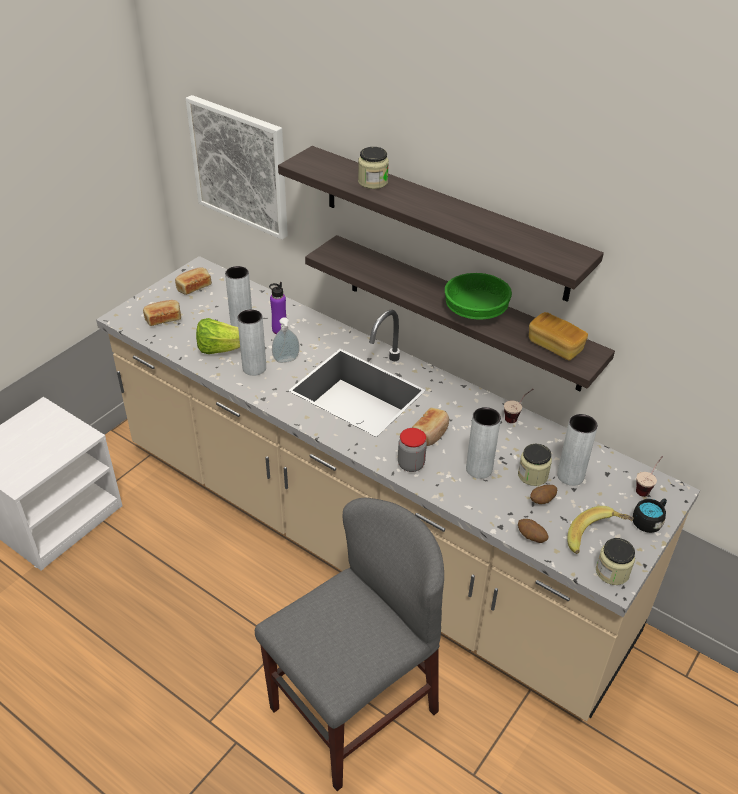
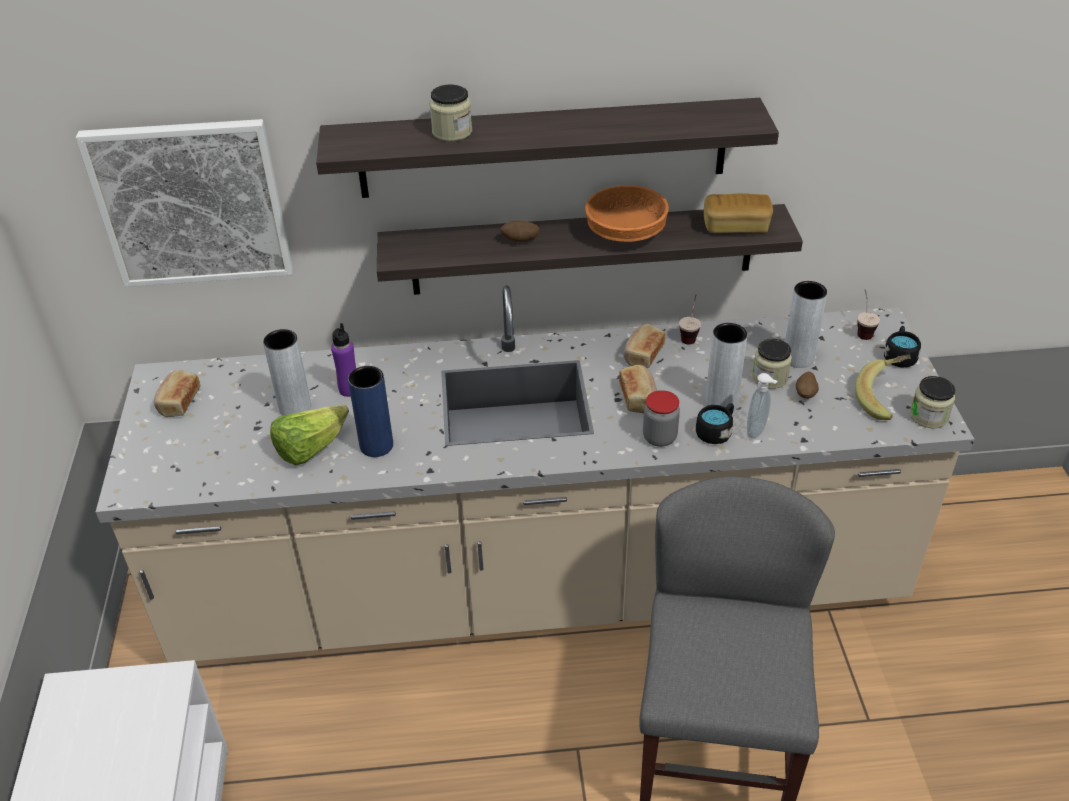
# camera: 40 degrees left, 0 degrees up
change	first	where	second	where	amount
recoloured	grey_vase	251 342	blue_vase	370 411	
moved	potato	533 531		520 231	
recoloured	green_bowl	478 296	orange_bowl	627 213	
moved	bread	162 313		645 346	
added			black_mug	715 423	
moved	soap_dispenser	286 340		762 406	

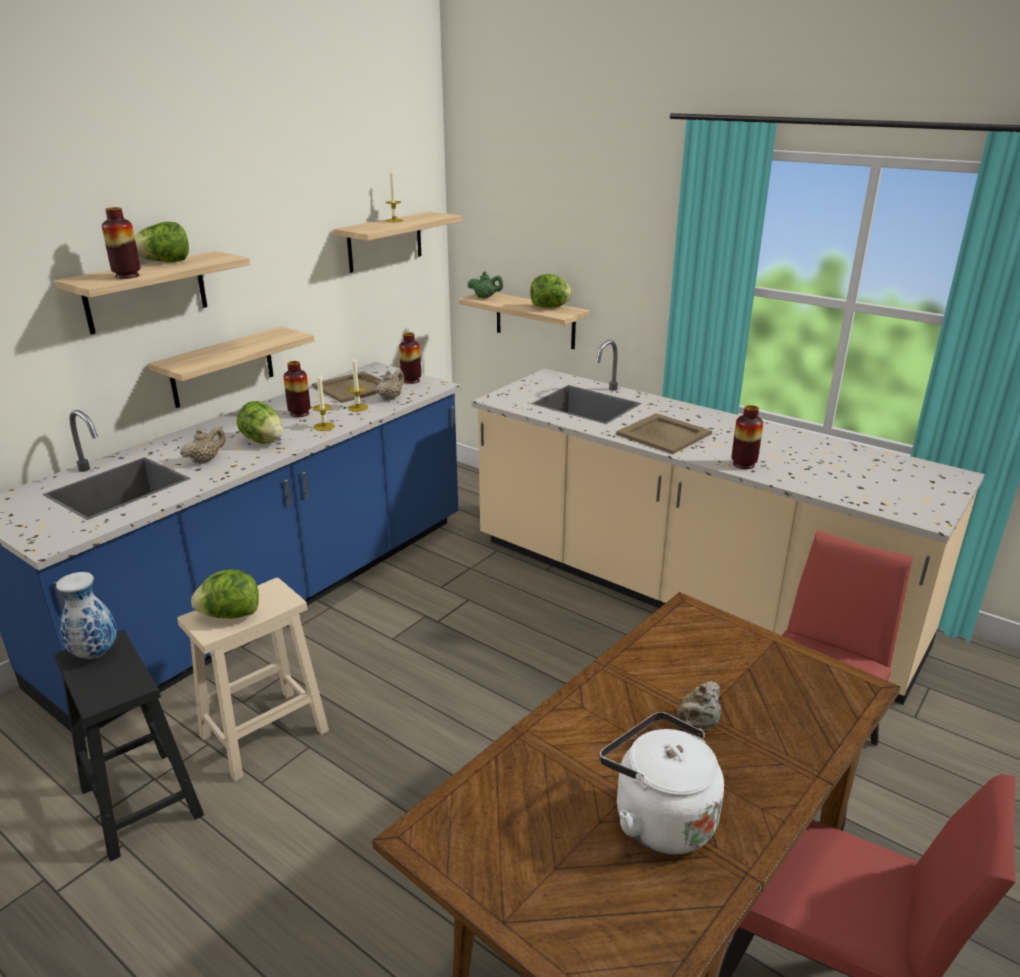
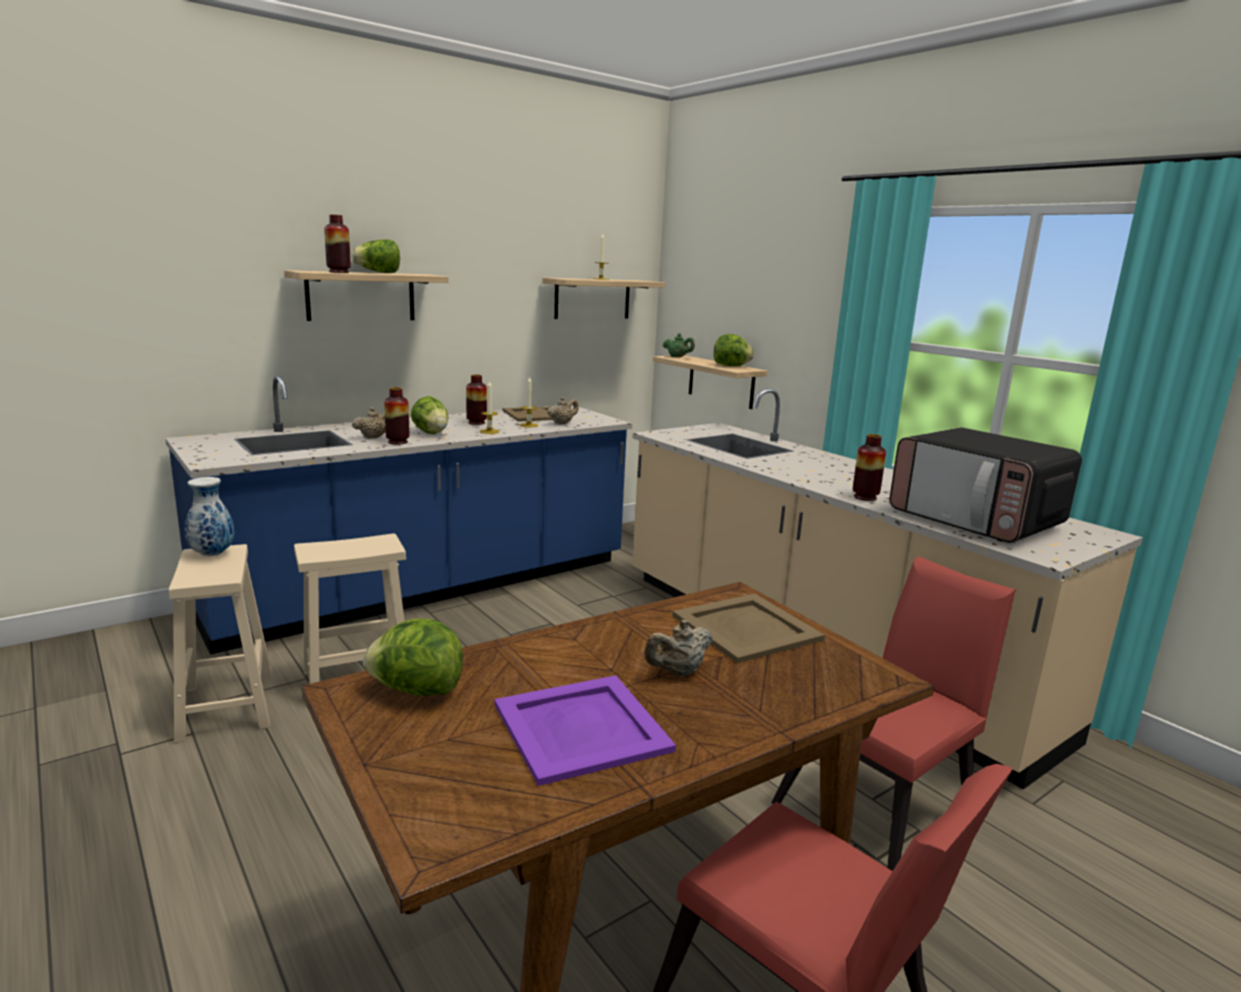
# camera: 15 degrees right, 10 degrees down
change	first	where	second	where	amount
recoloured	black_stool	129 746	beige_stool	220 643	
moved	lettuce	225 594		413 657	
moved	vase	410 358		396 415	
replaced	white_kettle	662 783	purple_tray	585 730	
moved	beige_tray	664 433		749 628	
added			microwave	985 485	
removed	shelf	231 367			

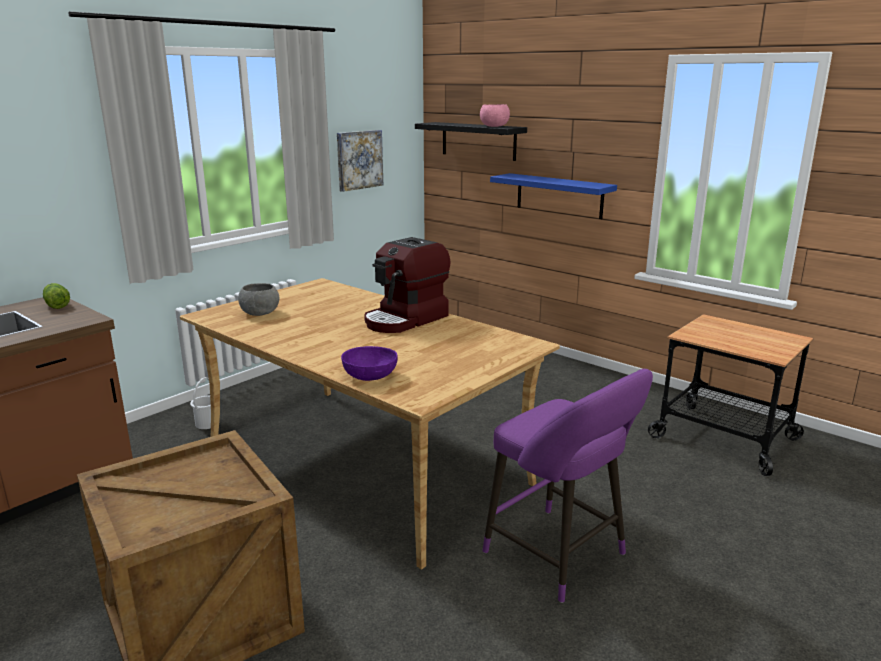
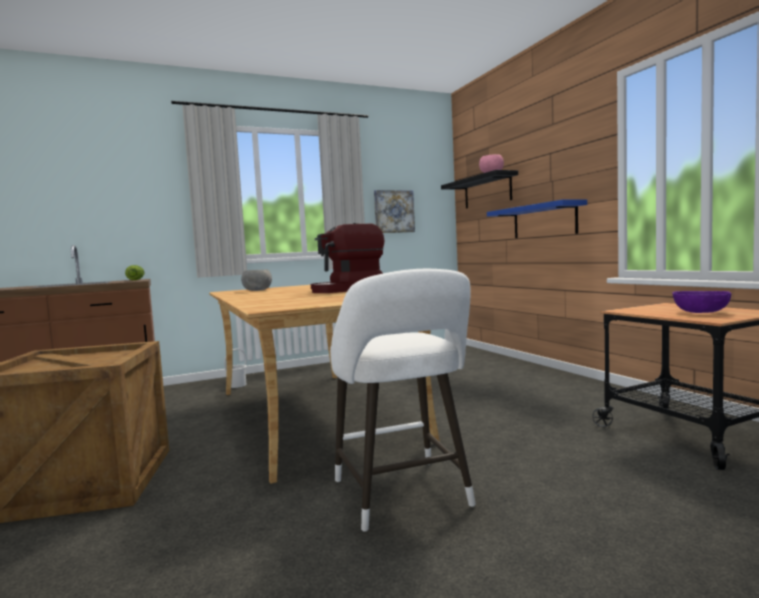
# camera: 25 degrees right, 15 degrees down
change	first	where	second	where	amount
recoloured	purple_stool	568 486	white_stool	403 400	
moved	purple_bowl	369 363		702 302	

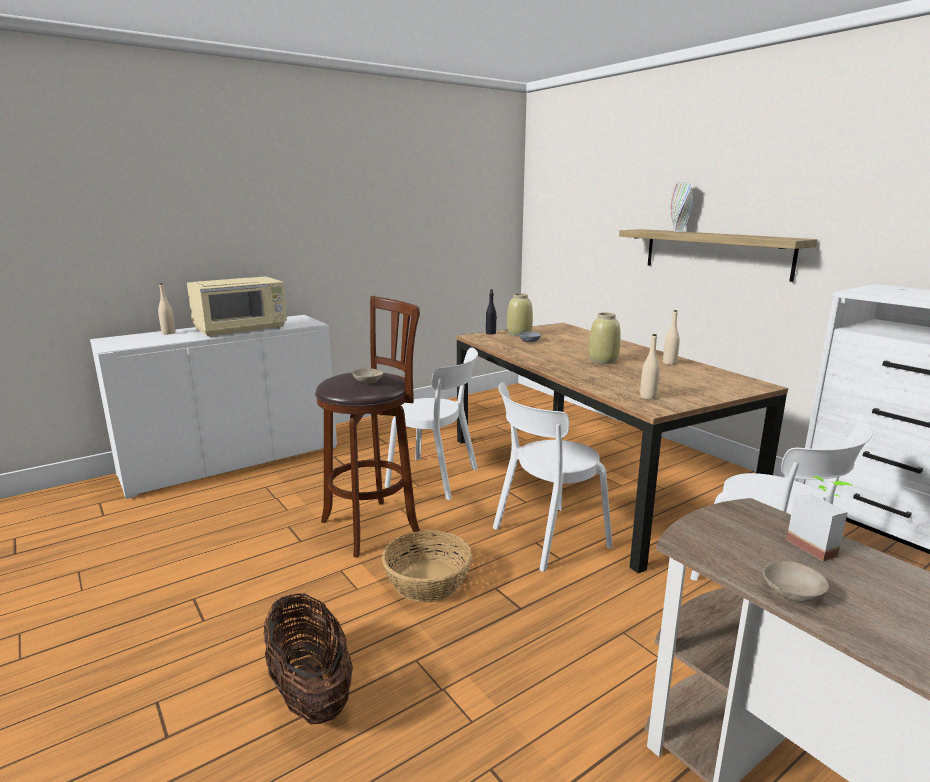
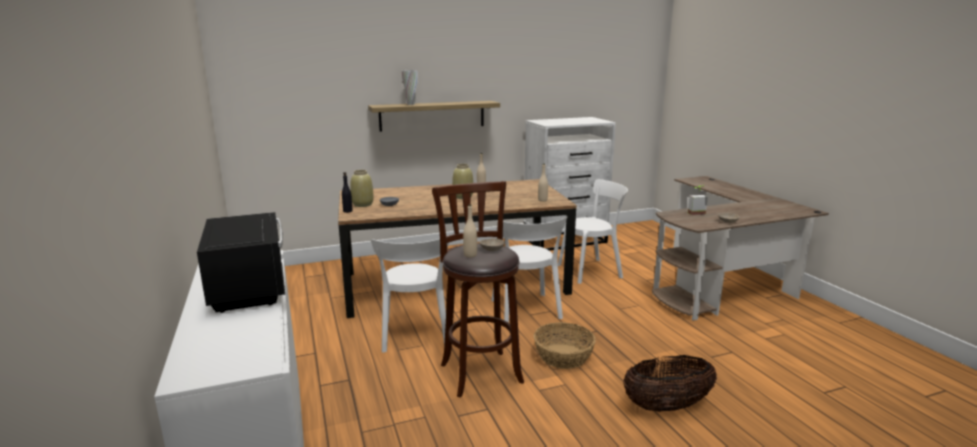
# camera: 75 degrees left, 0 degrees up
change	first	where	second	where	amount
recoloured	beige_microwave	237 306	black_microwave	241 262	
turned	white_chair	431 424		410 294	135 degrees clockwise
moved	beige_bottle	166 308		470 231	

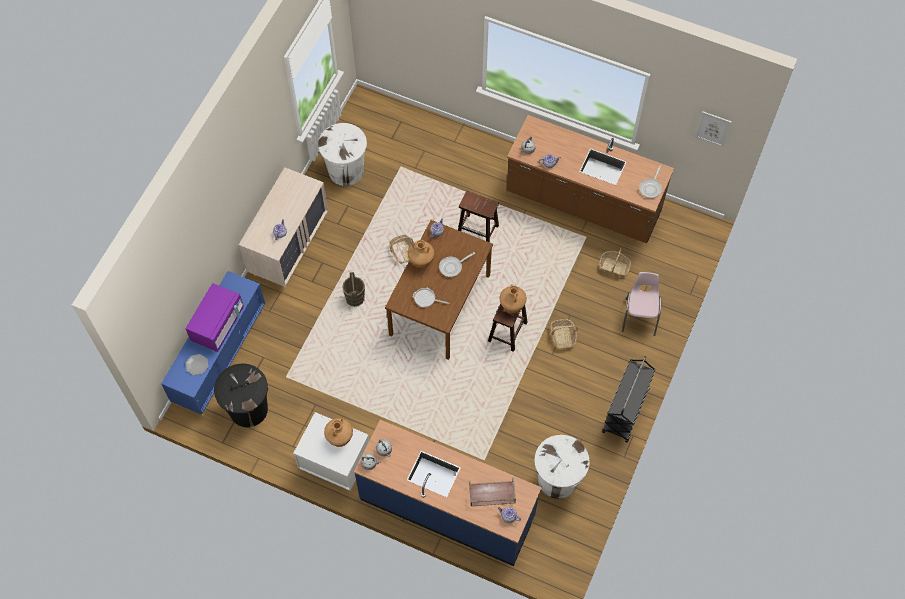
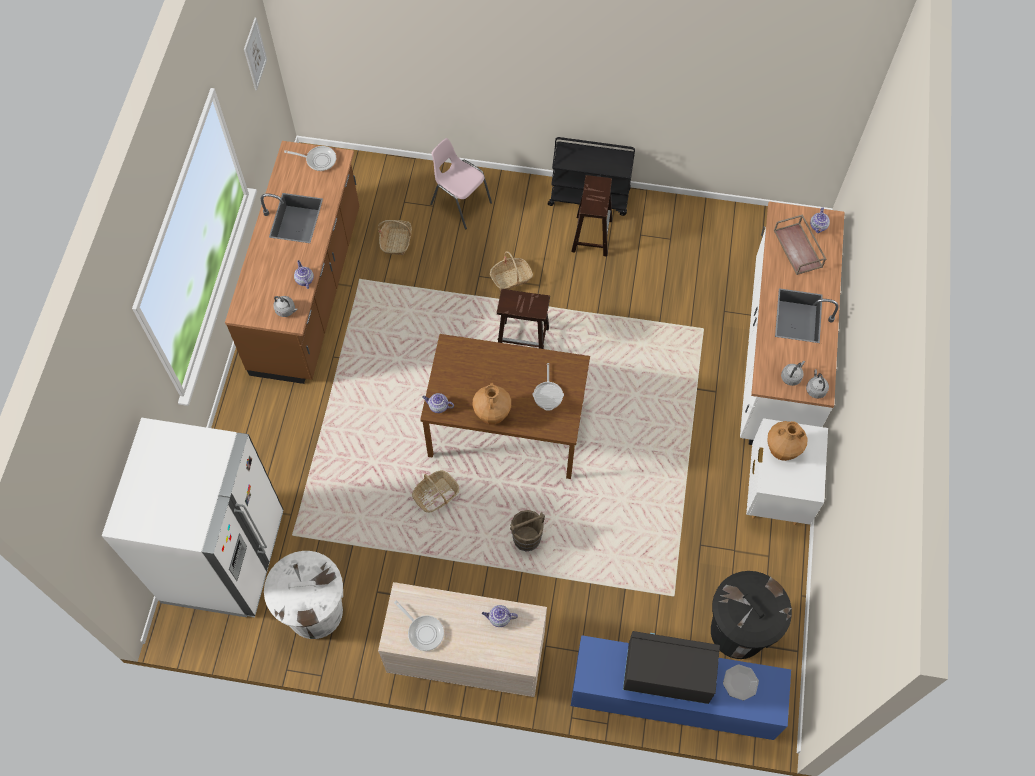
# camera: 105 degrees left, 0 degrees up
change	first	where	second	where	amount
added			white_fridge	193 517	
moved	frying_pan	457 264		419 626	
turned	pink_chair	641 304		461 184	45 degrees clockwise
moved	brown_stool	478 216		591 216	
recoloured	purple_microwave	214 317	black_microwave	671 667	
recoloured	blue_counter	448 493	white_counter	792 323	
removed	brown_vase	513 298			
removed	white_trash_can	562 467			

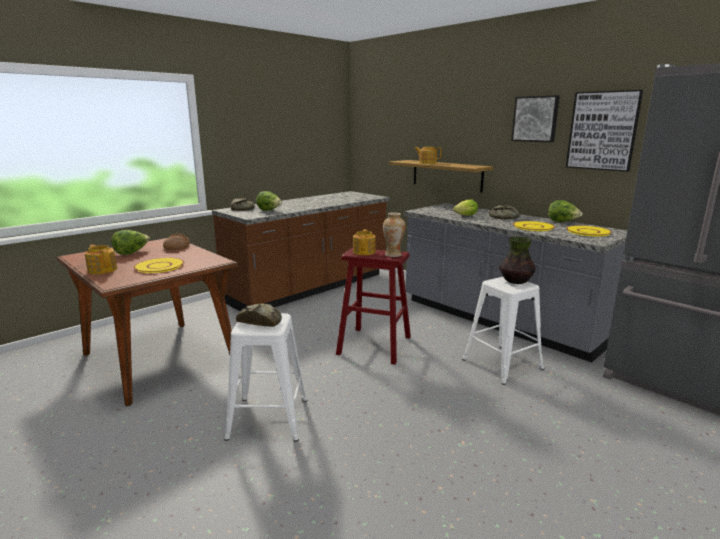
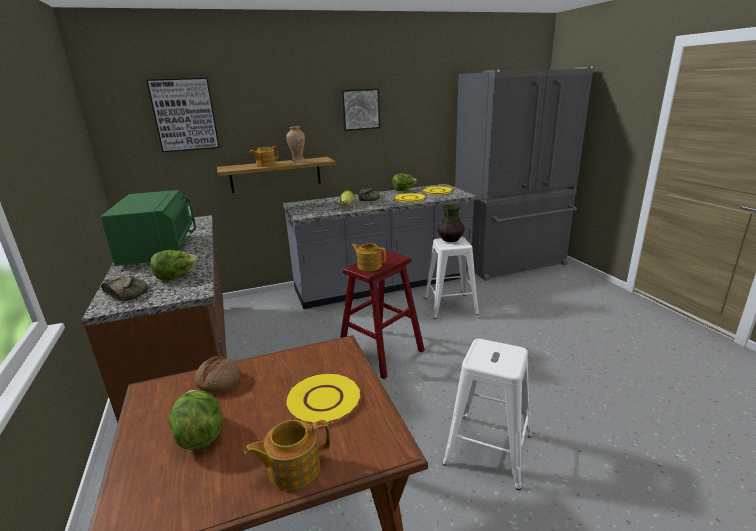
# camera: 65 degrees left, 5 degrees up
change	first	where	second	where	amount
added			green_microwave	148 228	
moved	picture	604 131		182 115	
moved	vase	394 234		295 144	
removed	bread	259 315			

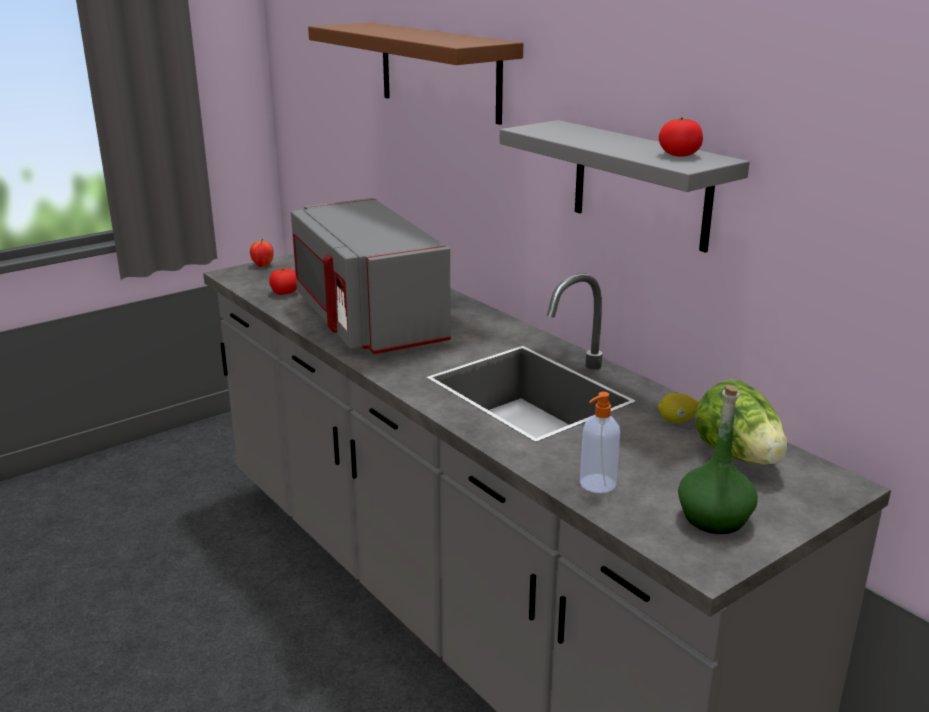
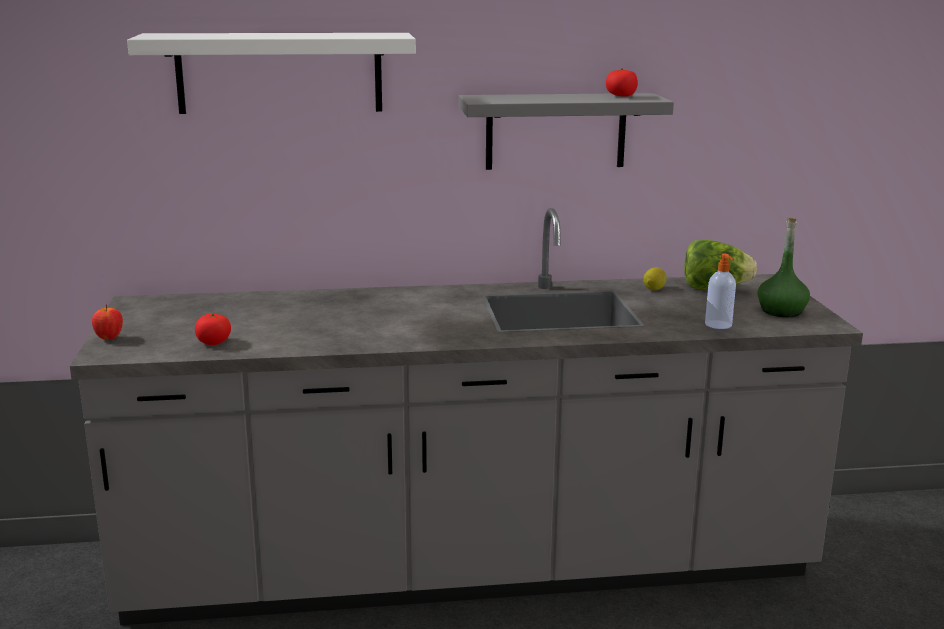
# camera: 60 degrees left, 5 degrees down
change	first	where	second	where	amount
recoloured	brown_shelf	415 73	white_shelf	271 73	
removed	grey_microwave	371 276			

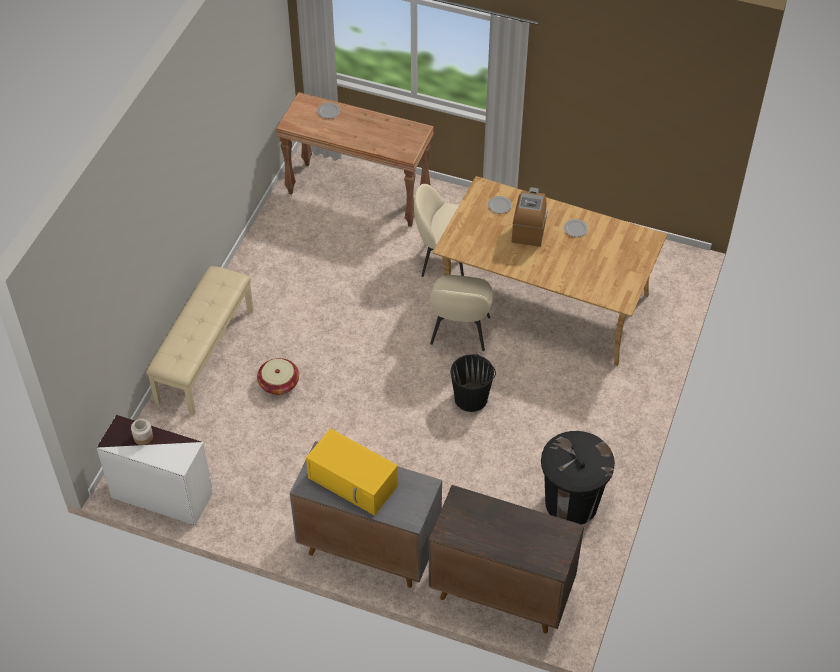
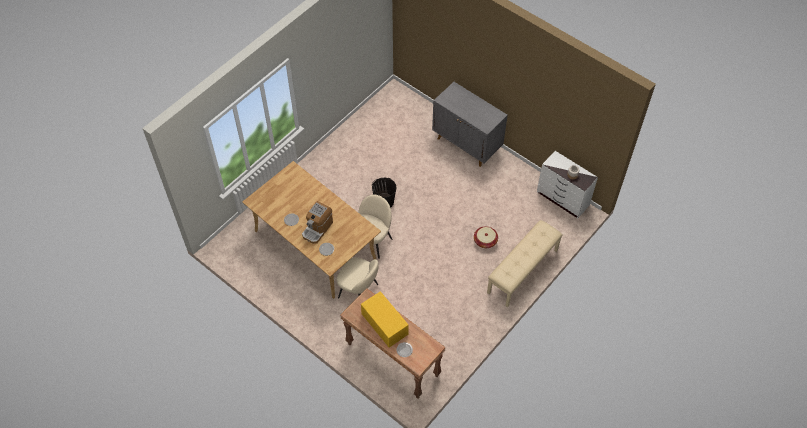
# camera: 160 degrees left, 5 degrees up
change	first	where	second	where	amount
moved	yellow_microwave	352 472		385 319	
removed	brown_cabinet	506 559			
removed	black_trash_can	578 478			

